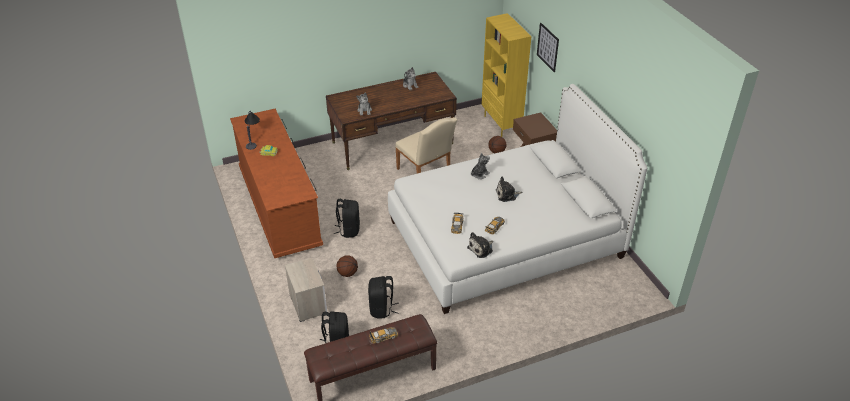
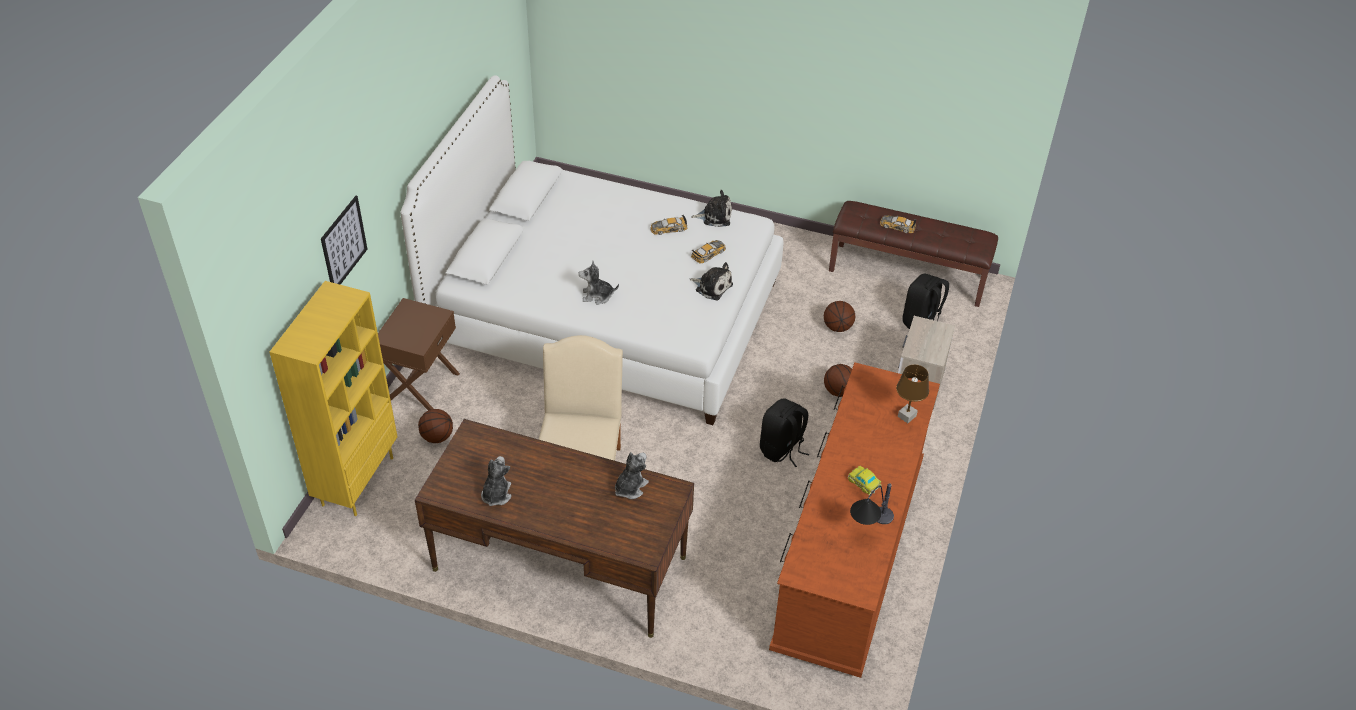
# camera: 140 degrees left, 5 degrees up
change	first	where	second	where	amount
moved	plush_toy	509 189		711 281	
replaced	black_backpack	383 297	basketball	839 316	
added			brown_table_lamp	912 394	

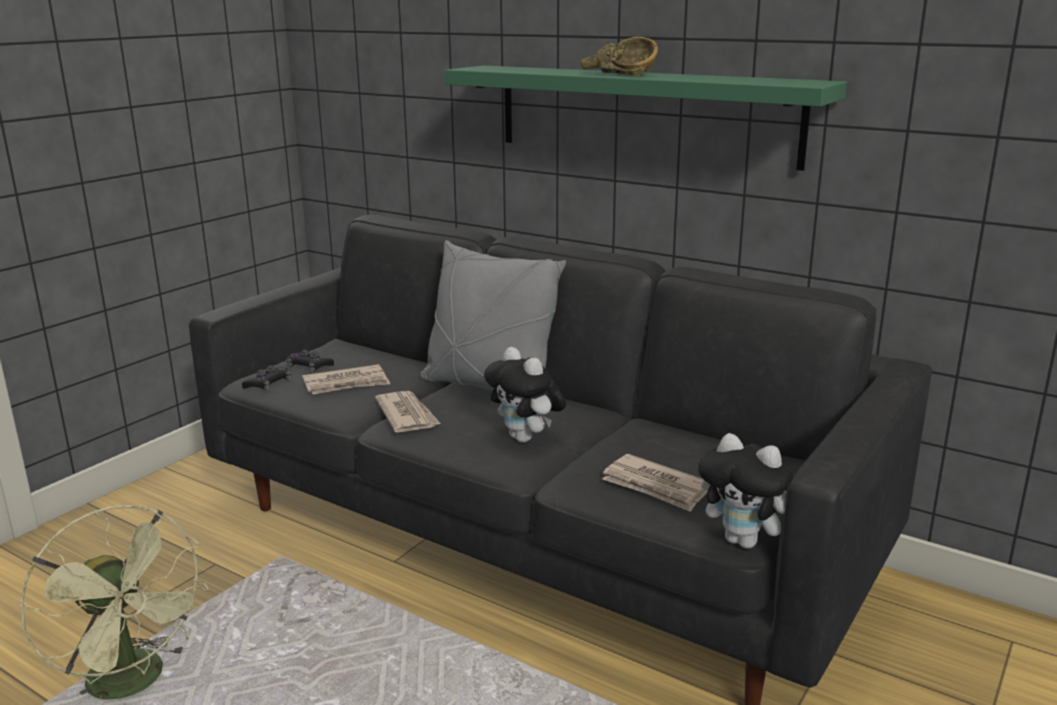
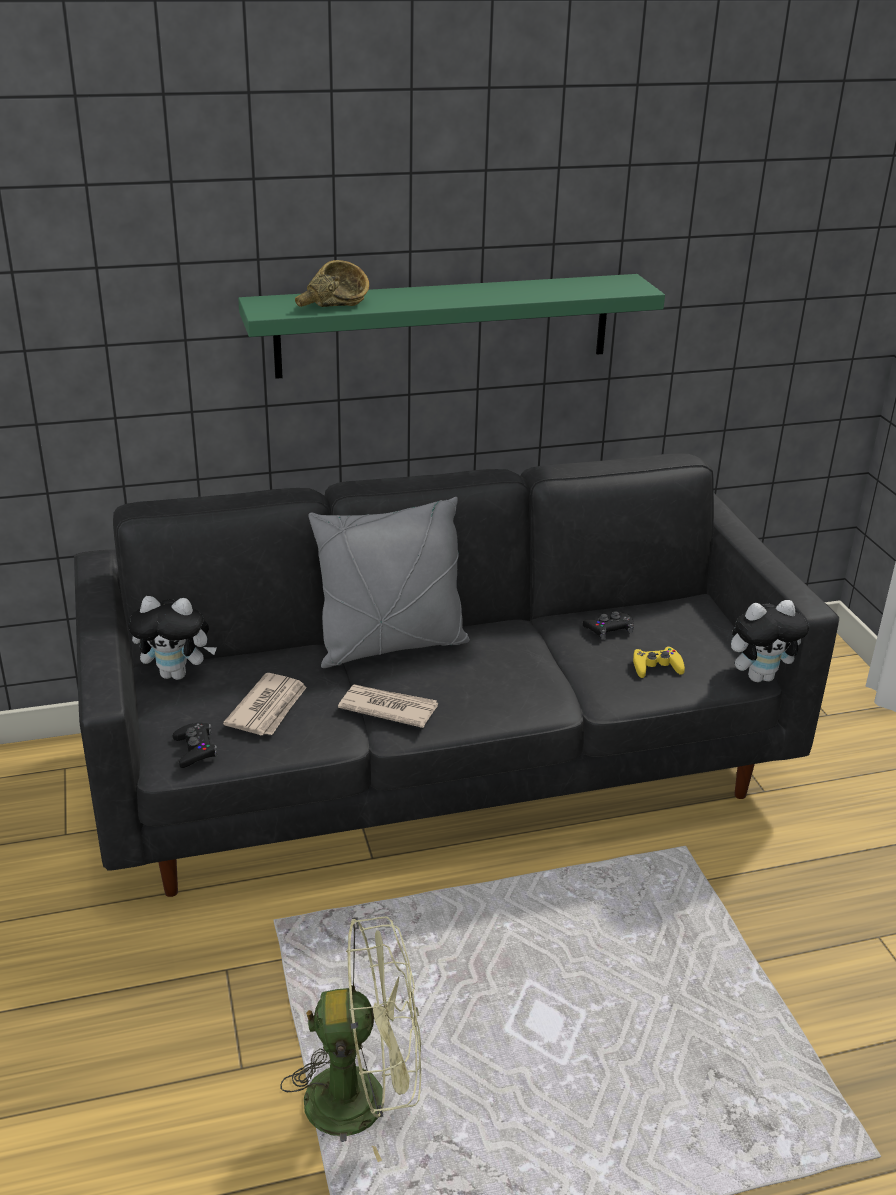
# camera: 50 degrees left, 10 degrees up
change	first	where	second	where	amount
moved	plush_toy	525 395		172 638	
moved	brown_bowl	619 56		332 283	
moved	black_game_controller	310 361		608 625	
replaced	newspaper	655 483	yellow_game_controller	659 662	

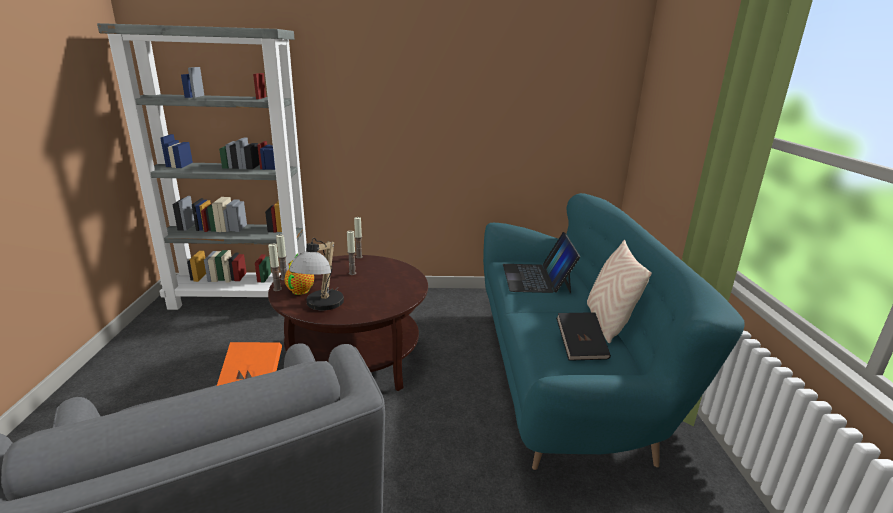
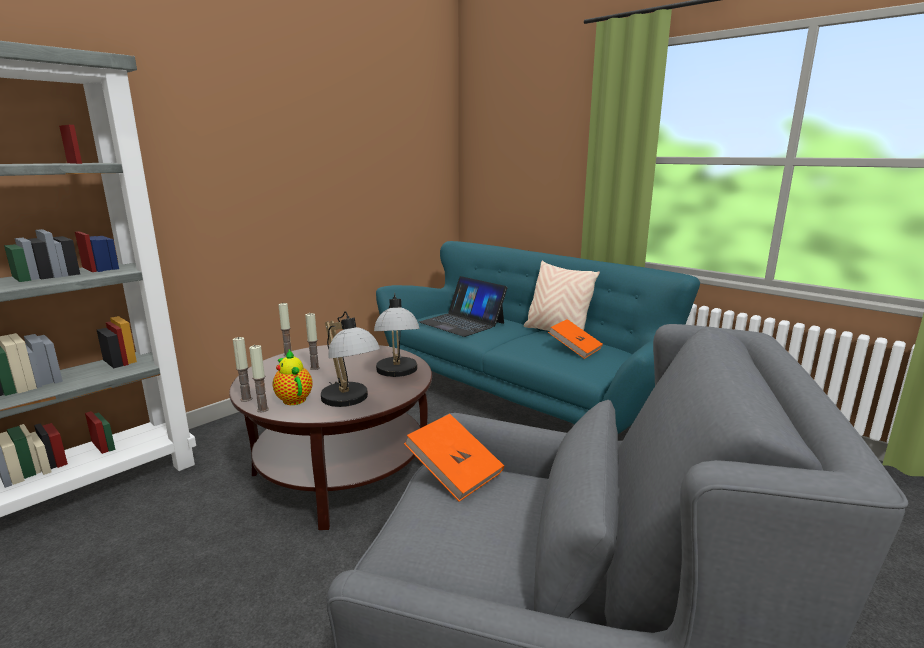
# camera: 45 degrees left, 5 degrees down
change	first	where	second	where	amount
added			table_lamp	397 334	
recoloured	black_book	583 336	orange_book	575 339	

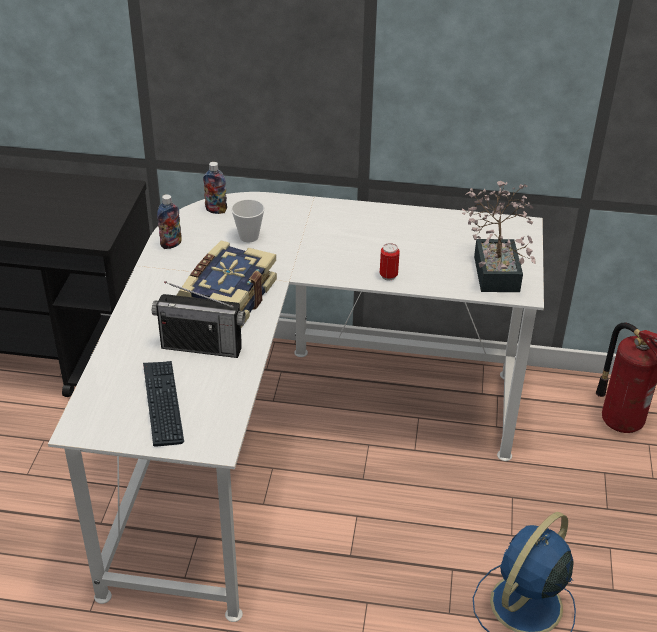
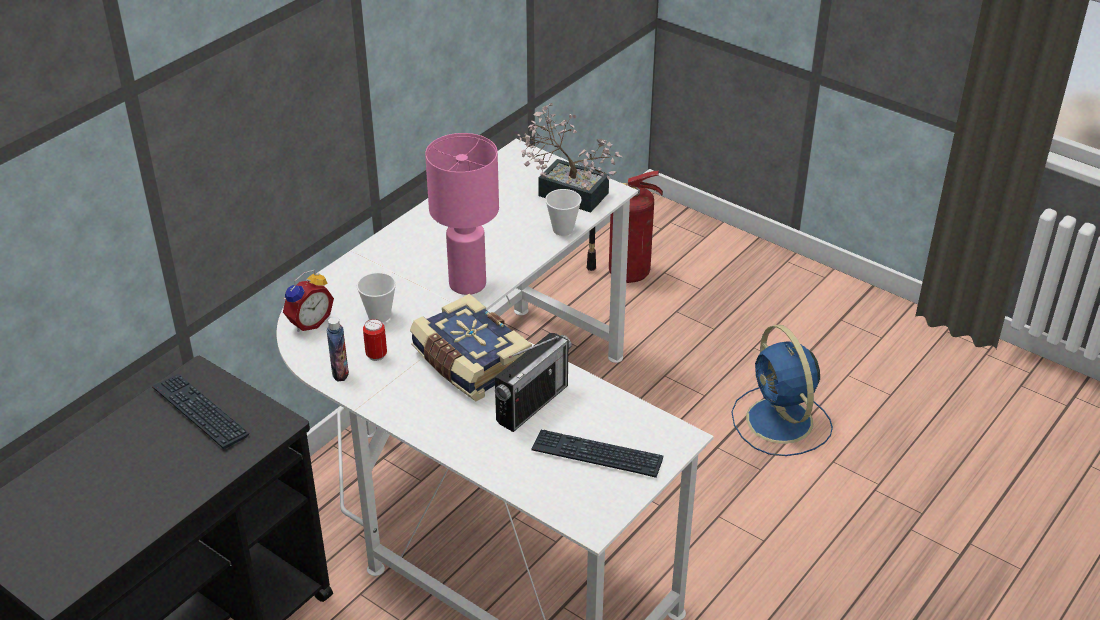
# camera: 60 degrees left, 0 degrees up
change	first	where	second	where	amount
added			keyboard	200 411	
replaced	bottle	215 188	alarm_clock	308 301	
moved	can	390 262		375 340	
added			pink_table_lamp	462 214	
added			cup	563 212	

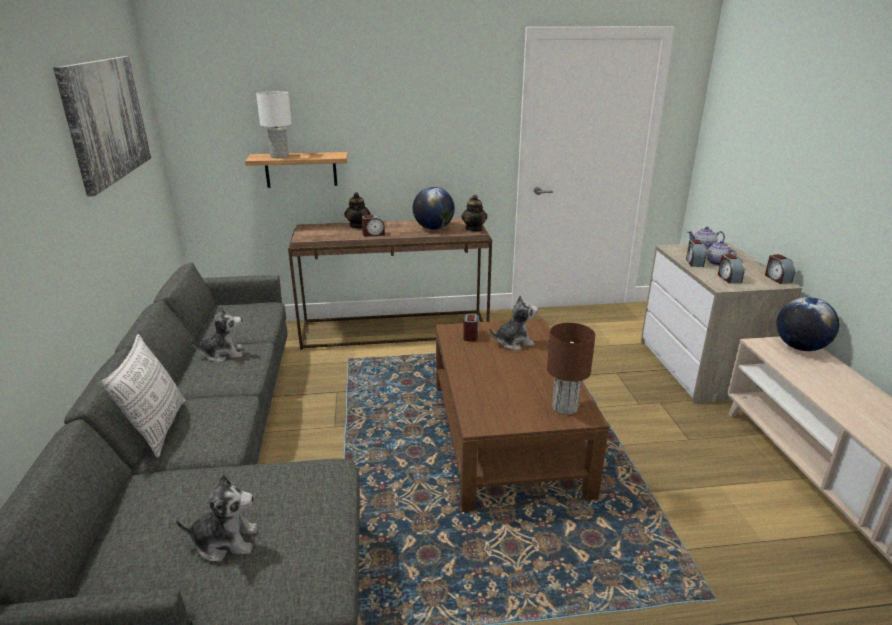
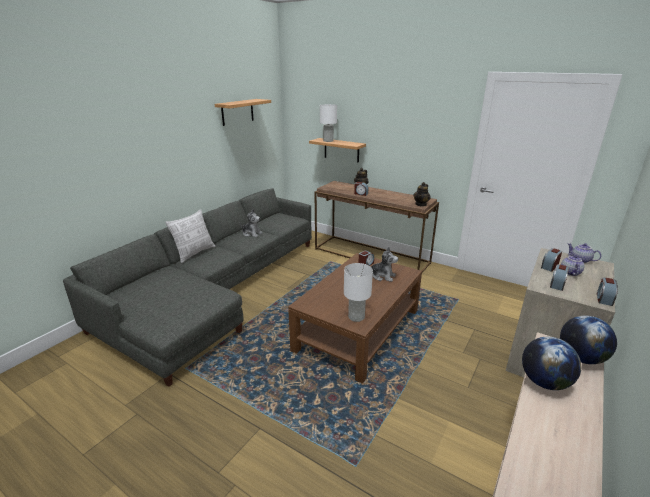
# camera: 40 degrees right, 0 degrees up
change	first	where	second	where	amount
replaced	picture	102 126	shelf	243 112	
recoloured	brown_table_lamp	571 369	white_table_lamp	358 292	
moved	globe	434 208		551 363	
removed	plush_toy	217 518			

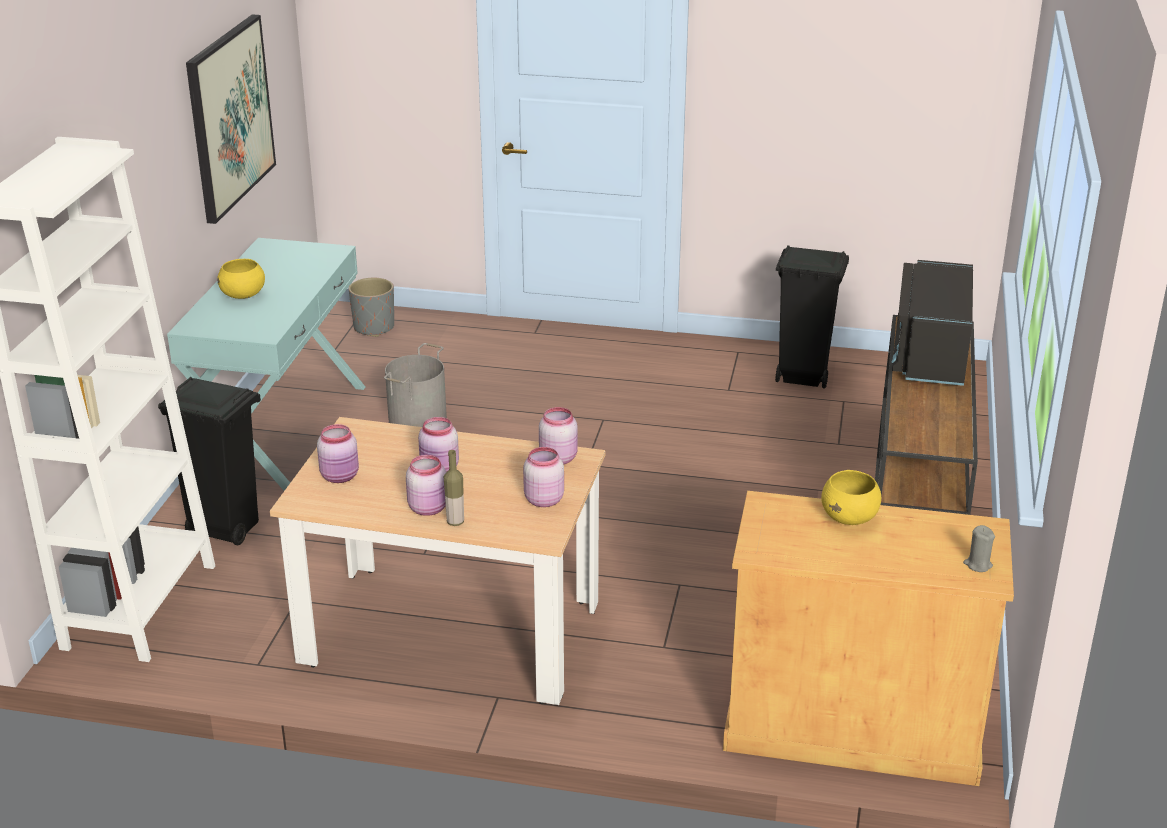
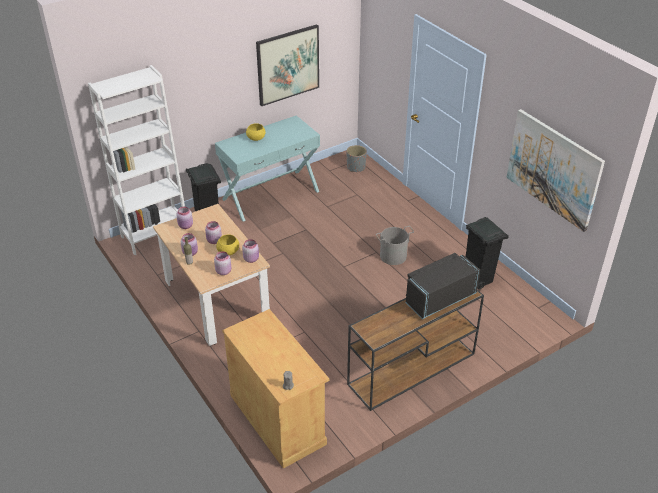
# camera: 45 degrees right, 10 degrees up
change	first	where	second	where	amount
moved	yellow_bowl	851 497		227 244	
moved	grey_bucket	415 385		395 245	
added			picture	555 170	

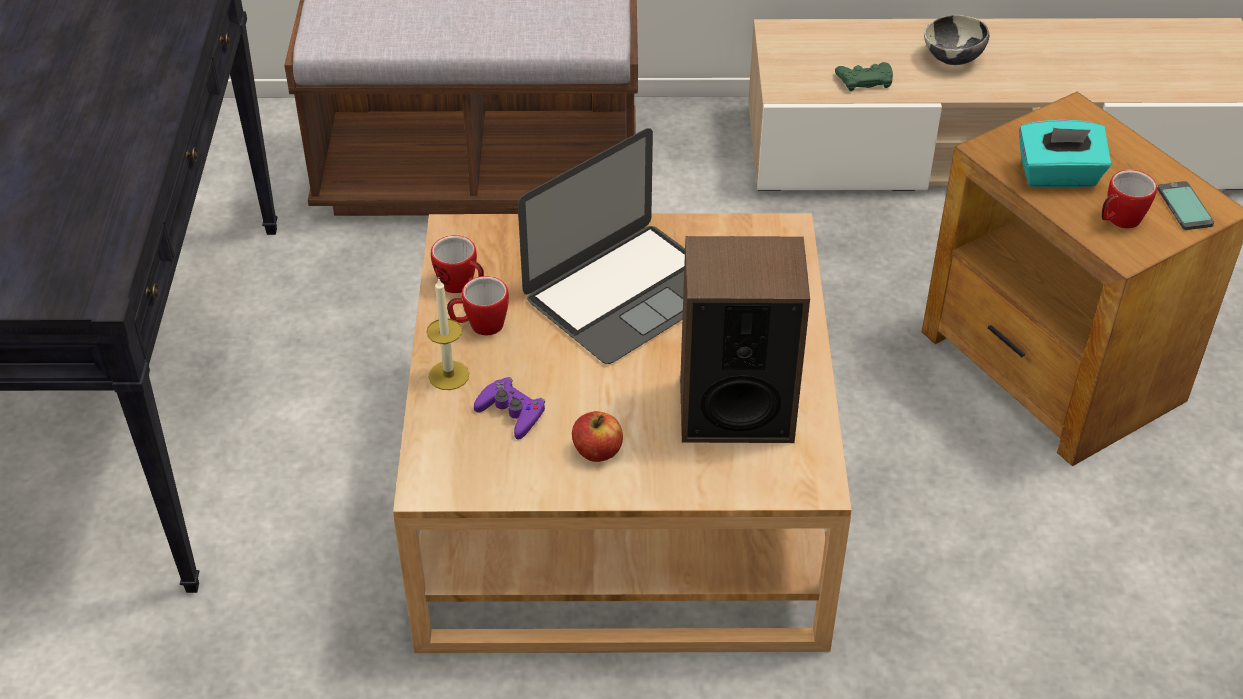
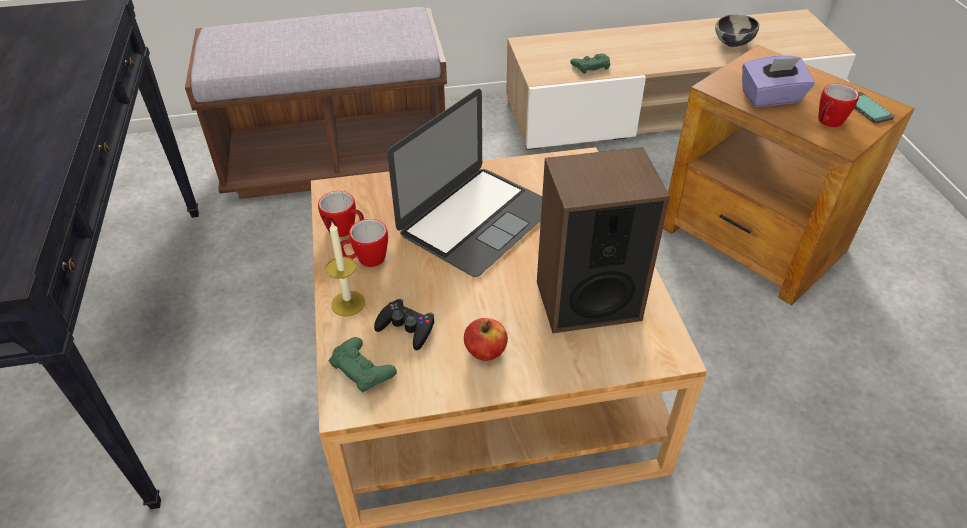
# camera: 10 degrees left, 0 degrees up
change	first	where	second	where	amount
added			green_game_controller	362 364	
recoloured	purple_game_controller	509 408	black_game_controller	404 324	
moved	bowl	956 40		737 30	
recoloured	turquoise_tissue_box	1065 153	purple_tissue_box	778 81	

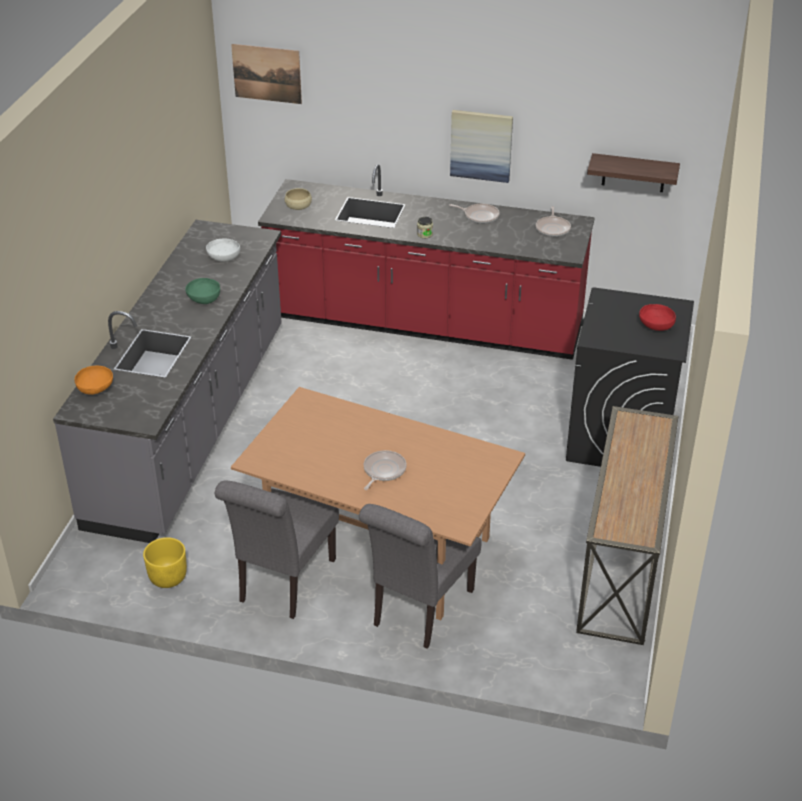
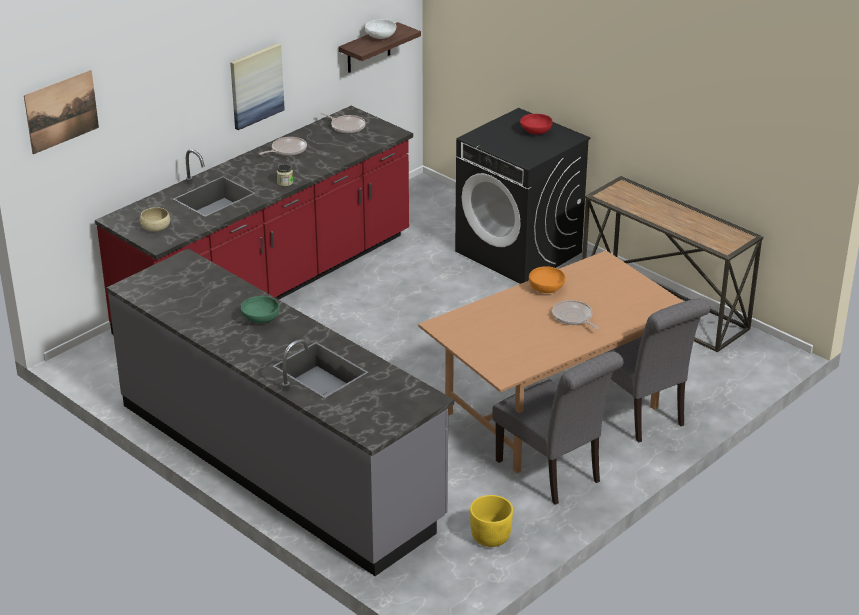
# camera: 60 degrees left, 5 degrees down
change	first	where	second	where	amount
moved	white_bowl	223 250		380 29	
moved	orange_bowl	93 380		547 279	

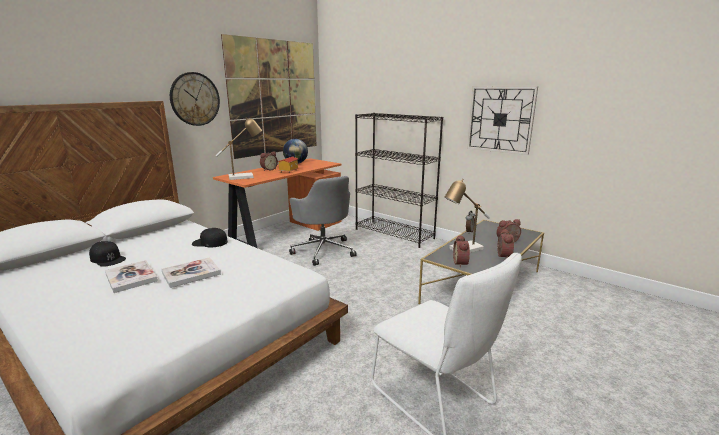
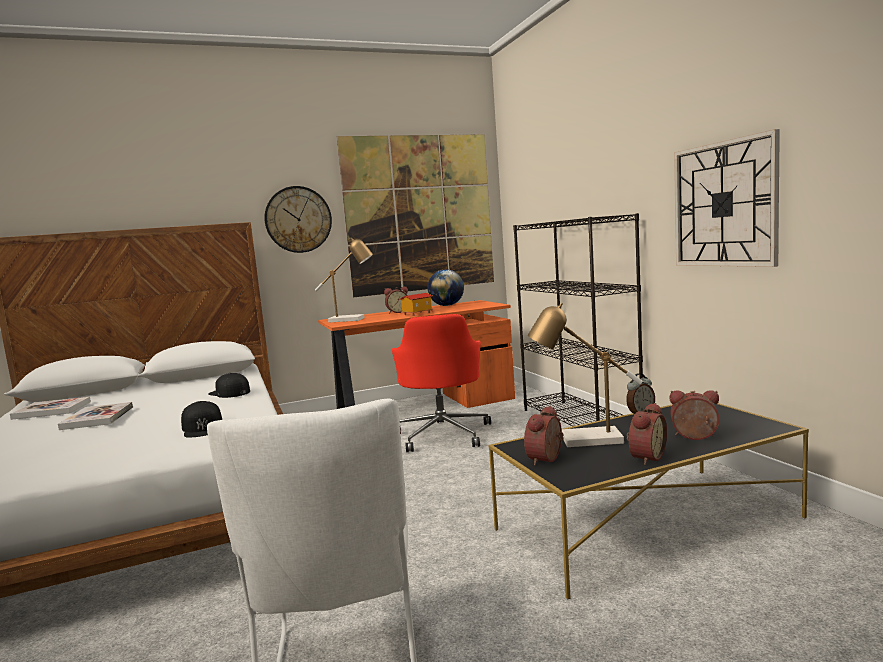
# camera: 30 degrees right, 10 degrees down
change	first	where	second	where	amount
moved	book	191 272		50 408	
moved	black_cap	107 254		201 419	
recoloured	grey_office_chair	323 221	red_office_chair	441 383	

